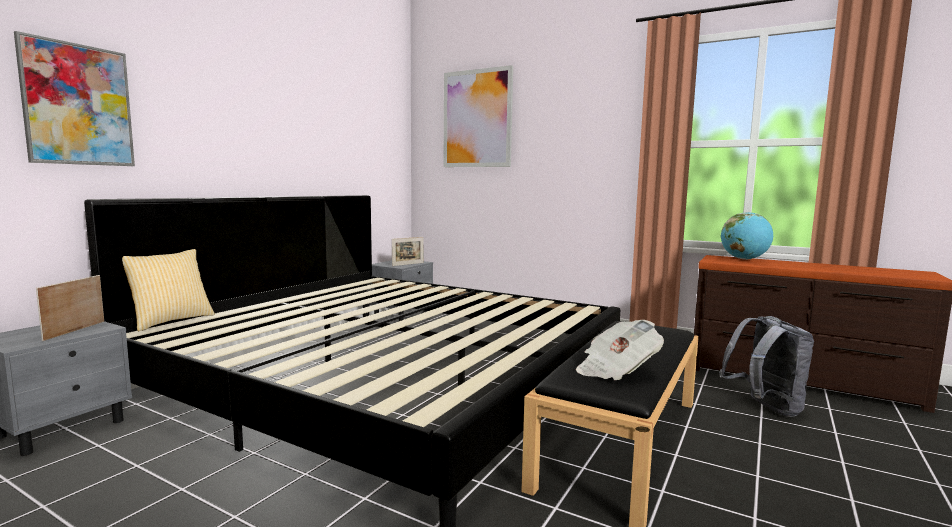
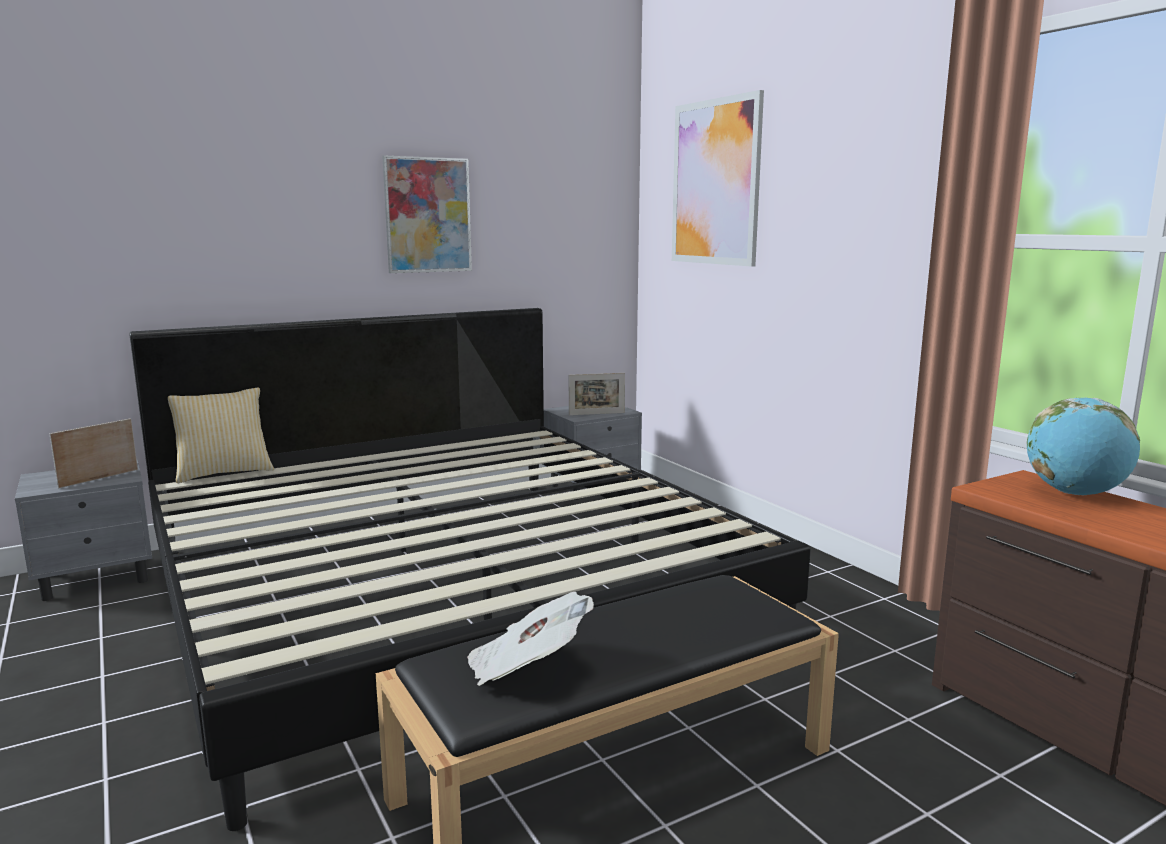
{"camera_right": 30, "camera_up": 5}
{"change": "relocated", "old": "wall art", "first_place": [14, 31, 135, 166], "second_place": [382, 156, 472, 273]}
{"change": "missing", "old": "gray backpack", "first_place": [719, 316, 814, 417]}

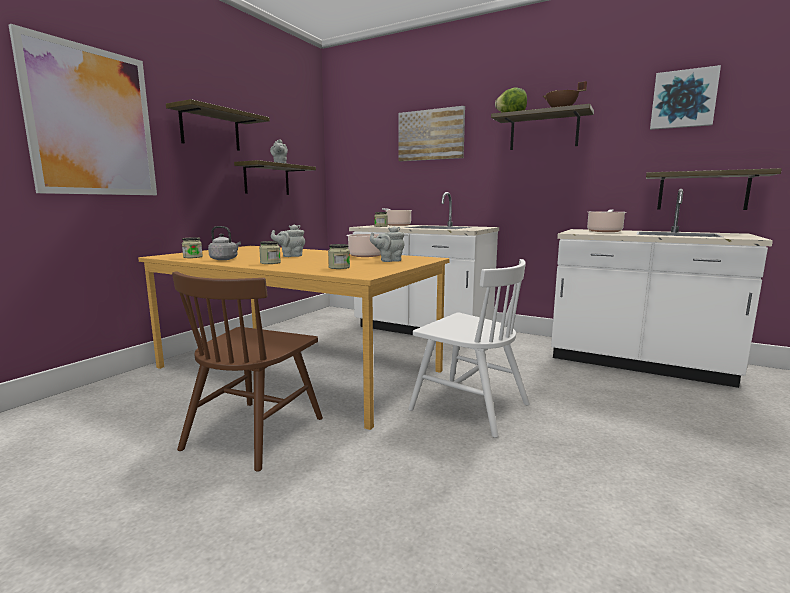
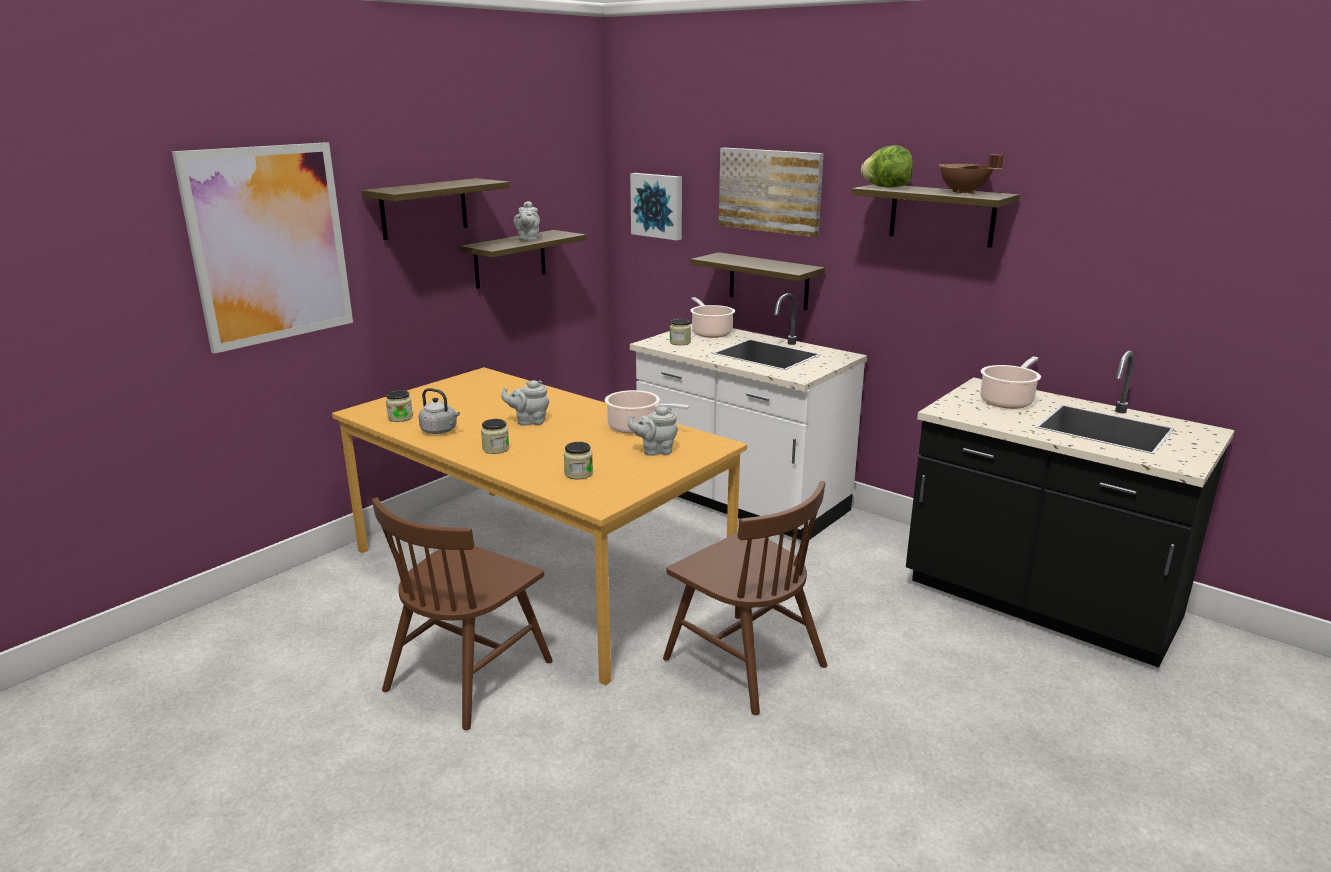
{"camera_right": 10, "camera_up": 10}
{"change": "relocated", "old": "wall art", "first_place": [650, 65, 721, 130], "second_place": [630, 173, 682, 240]}
{"change": "relocated", "old": "shelf", "first_place": [646, 168, 782, 210], "second_place": [690, 252, 825, 311]}
{"change": "colour", "old": "white-coloured kitchen counter", "new": "blackish kitchen counter", "first_place": [551, 189, 773, 388], "second_place": [906, 351, 1235, 668]}
{"change": "colour", "old": "white-coloured upright chair", "new": "brownish upright chair", "first_place": [408, 259, 530, 438], "second_place": [663, 481, 827, 715]}

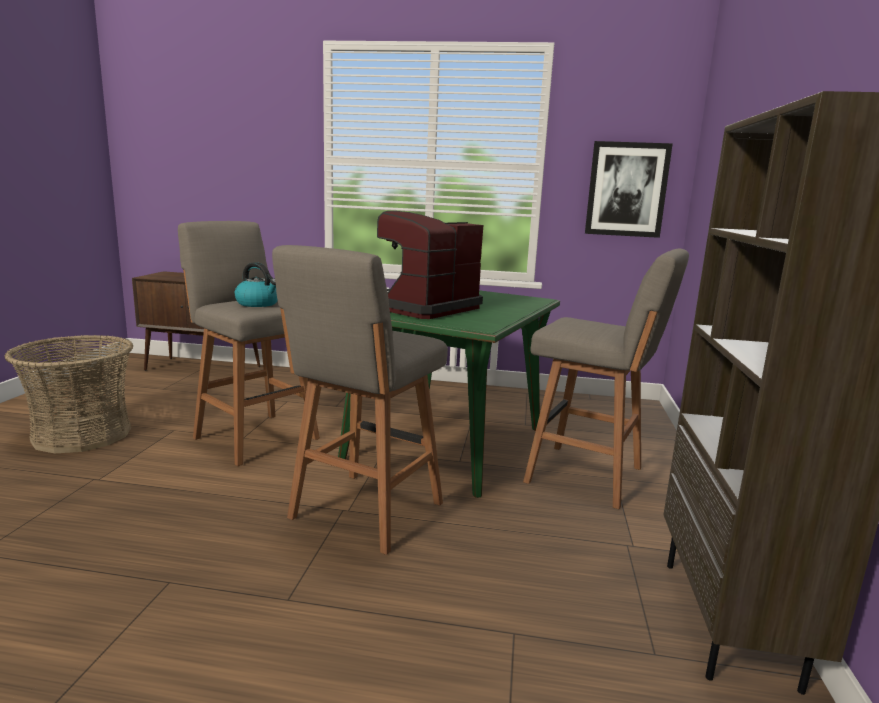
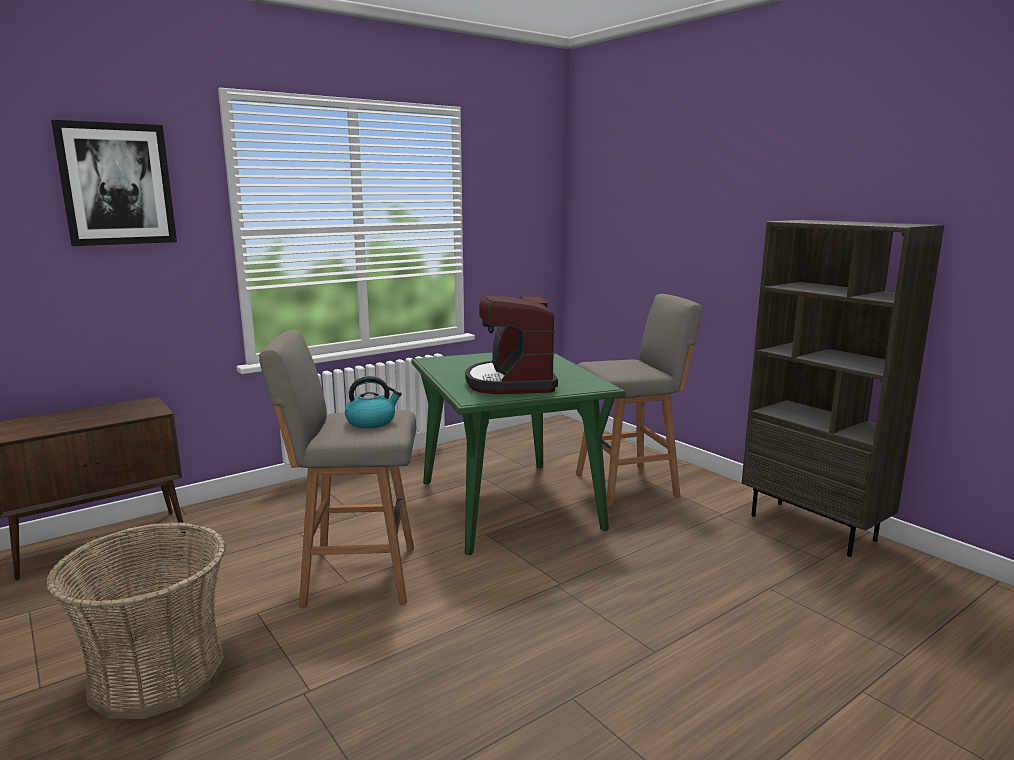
{"camera_right": -45, "camera_up": 0}
{"change": "relocated", "old": "wall art", "first_place": [585, 141, 673, 238], "second_place": [51, 120, 177, 246]}
{"change": "missing", "old": "gray sitting stool", "first_place": [272, 245, 448, 555]}

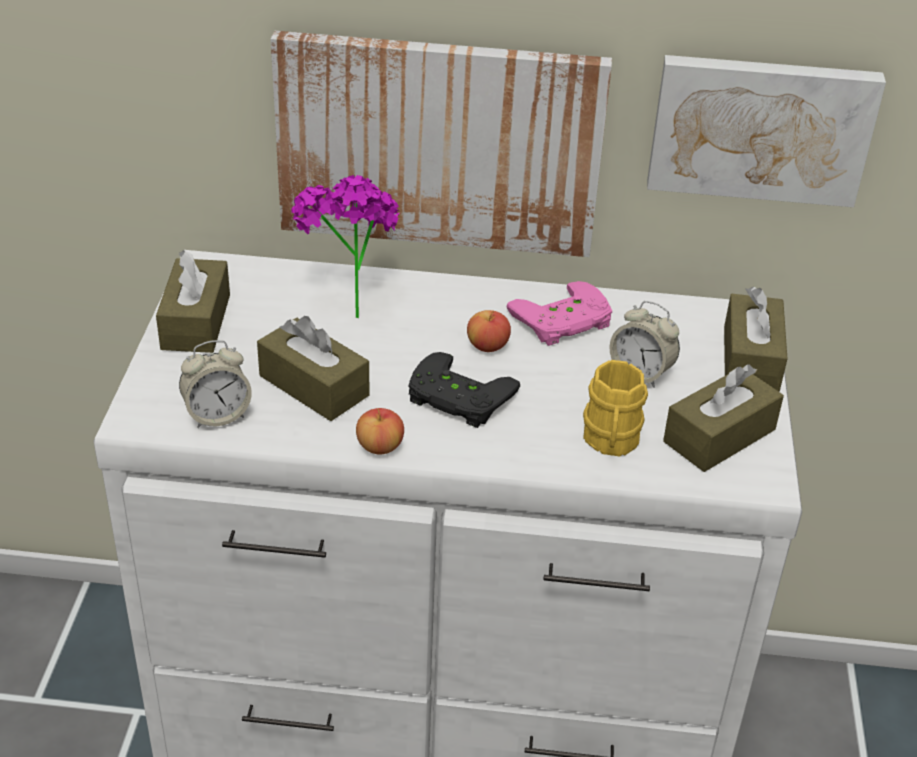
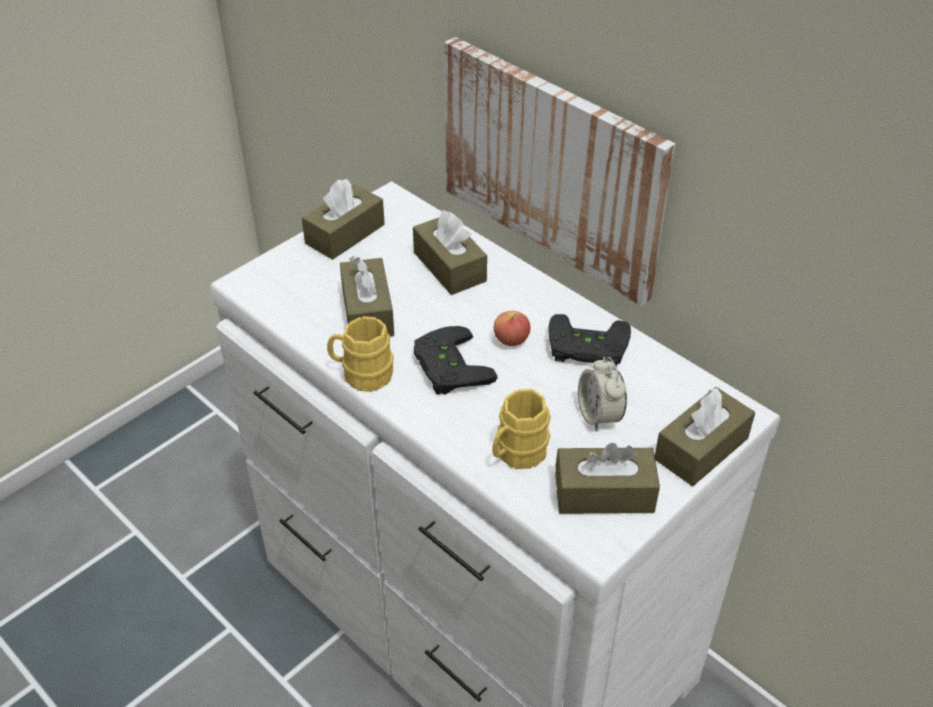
{"camera_right": 40, "camera_up": 5}
{"change": "missing", "old": "wall art", "first_place": [647, 55, 886, 207]}
{"change": "exchanged", "old": "potted plant", "new": "brownish box of tissues", "first_place": [291, 175, 400, 318], "second_place": [413, 210, 487, 295]}
{"change": "colour", "old": "pink-coloured joypad", "new": "blackish joypad", "first_place": [506, 281, 612, 346], "second_place": [548, 314, 631, 368]}
{"change": "missing", "old": "table clock", "first_place": [179, 340, 252, 428]}
{"change": "exchanged", "old": "whole apple", "new": "yellowish tea mug", "first_place": [356, 408, 404, 454], "second_place": [327, 316, 394, 392]}

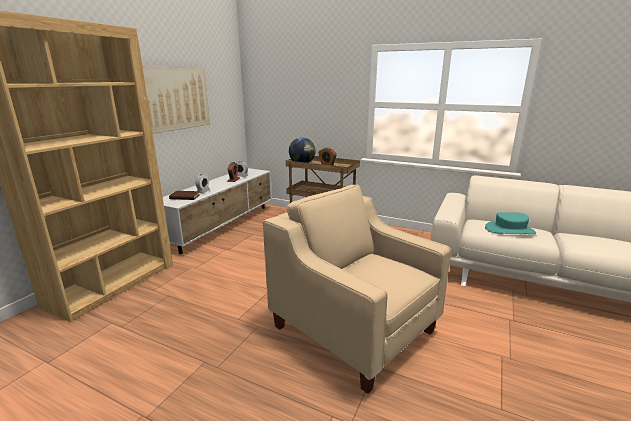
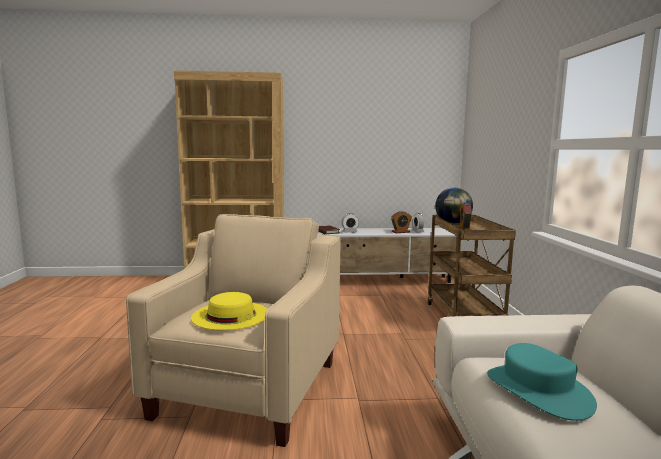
{"camera_right": 60, "camera_up": -10}
{"change": "missing", "old": "wall art", "first_place": [142, 66, 210, 134]}
{"change": "appeared", "new": "yellowish clothing hat", "second_place": [191, 292, 268, 330]}

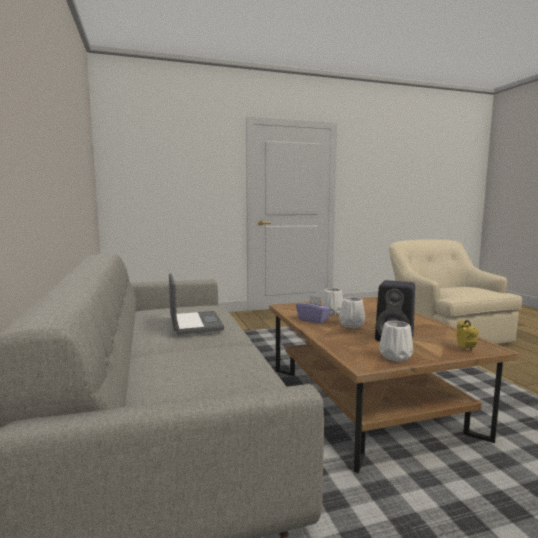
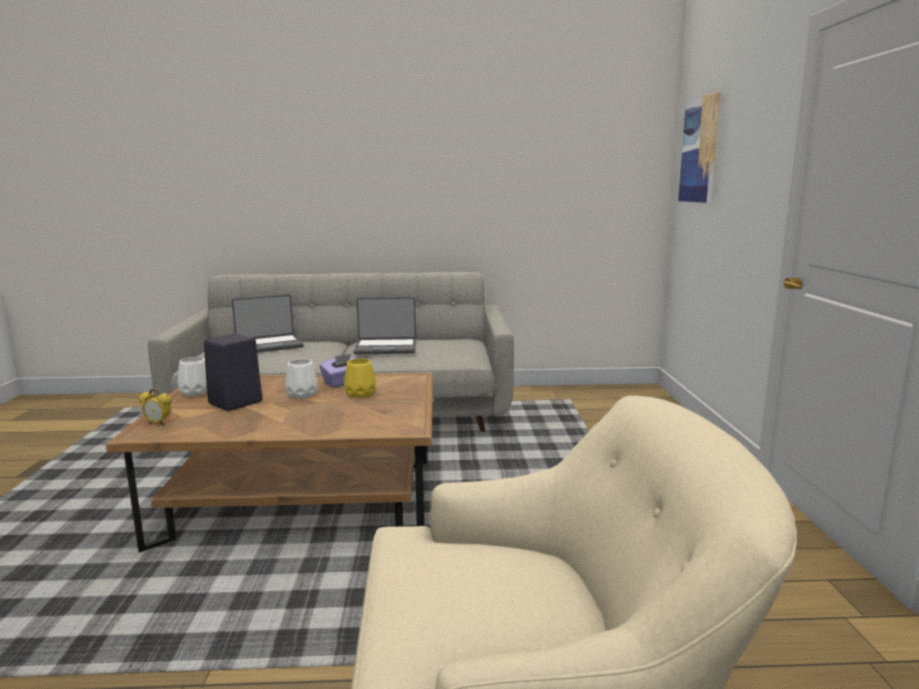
{"camera_right": 105, "camera_up": 5}
{"change": "colour", "old": "white-coloured decorative vase", "new": "yellowish decorative vase", "first_place": [321, 288, 343, 316], "second_place": [344, 359, 376, 398]}
{"change": "appeared", "new": "wall art", "second_place": [678, 91, 721, 203]}
{"change": "appeared", "new": "notebook computer", "second_place": [232, 294, 304, 353]}

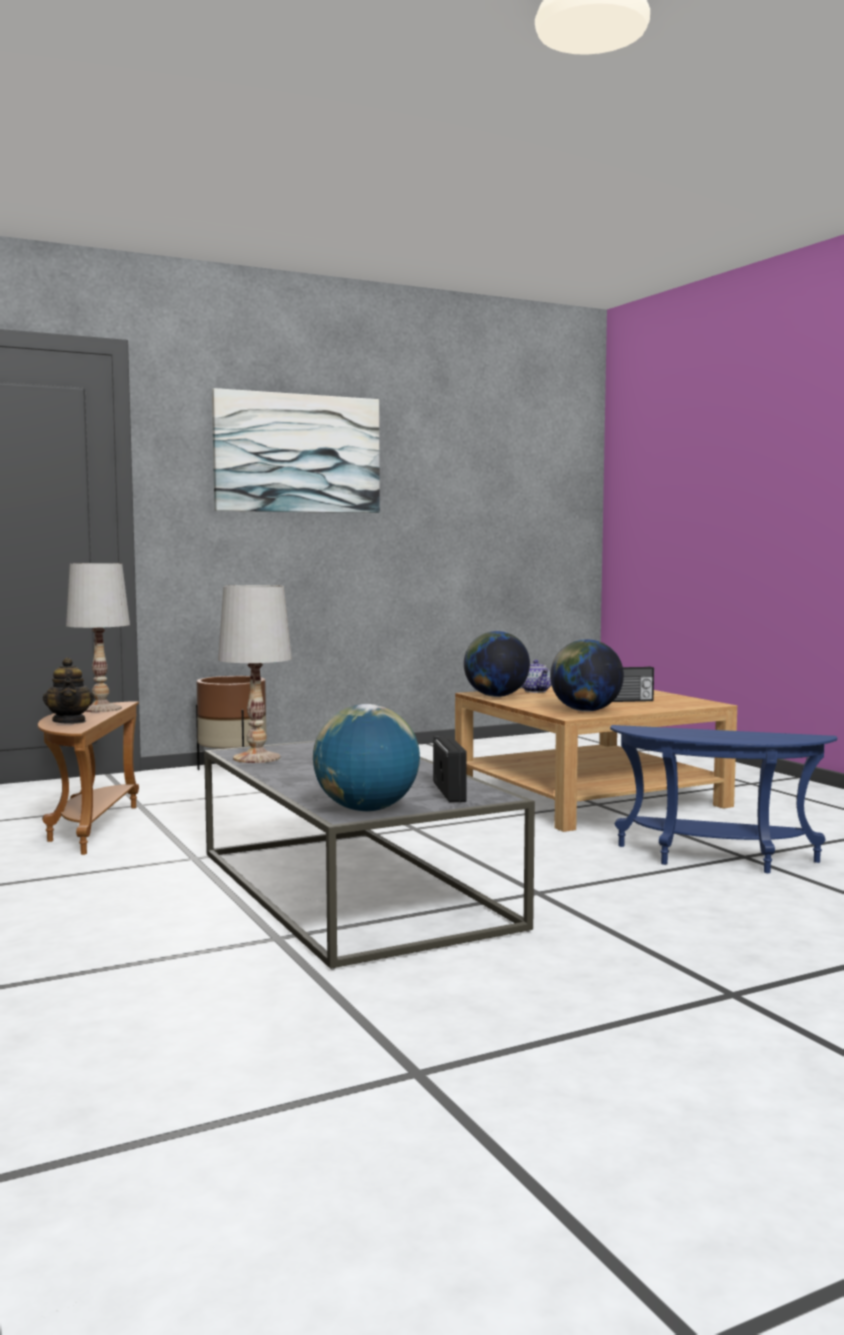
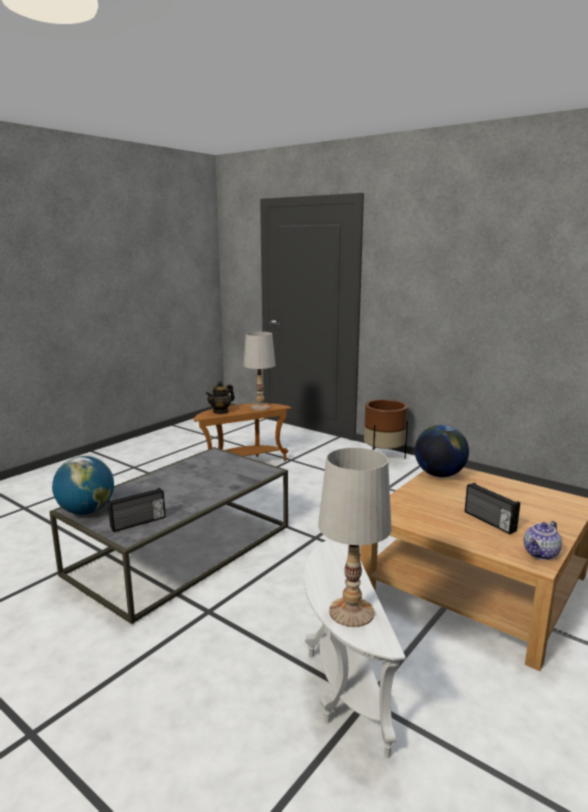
{"camera_right": 65, "camera_up": 10}
{"change": "missing", "old": "wall art", "first_place": [212, 388, 380, 513]}
{"change": "relocated", "old": "white-coloured lamp for a table", "first_place": [218, 585, 292, 763], "second_place": [318, 447, 391, 627]}
{"change": "missing", "old": "world globe", "first_place": [550, 639, 624, 712]}
{"change": "relocated", "old": "tea pot", "first_place": [521, 660, 551, 693], "second_place": [524, 521, 562, 560]}
{"change": "colour", "old": "blue side table", "new": "white-coloured side table", "first_place": [610, 725, 837, 873], "second_place": [304, 539, 406, 758]}

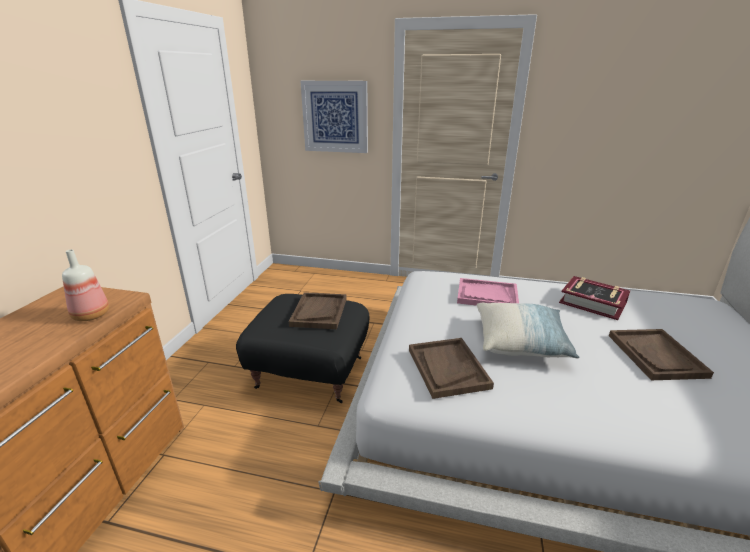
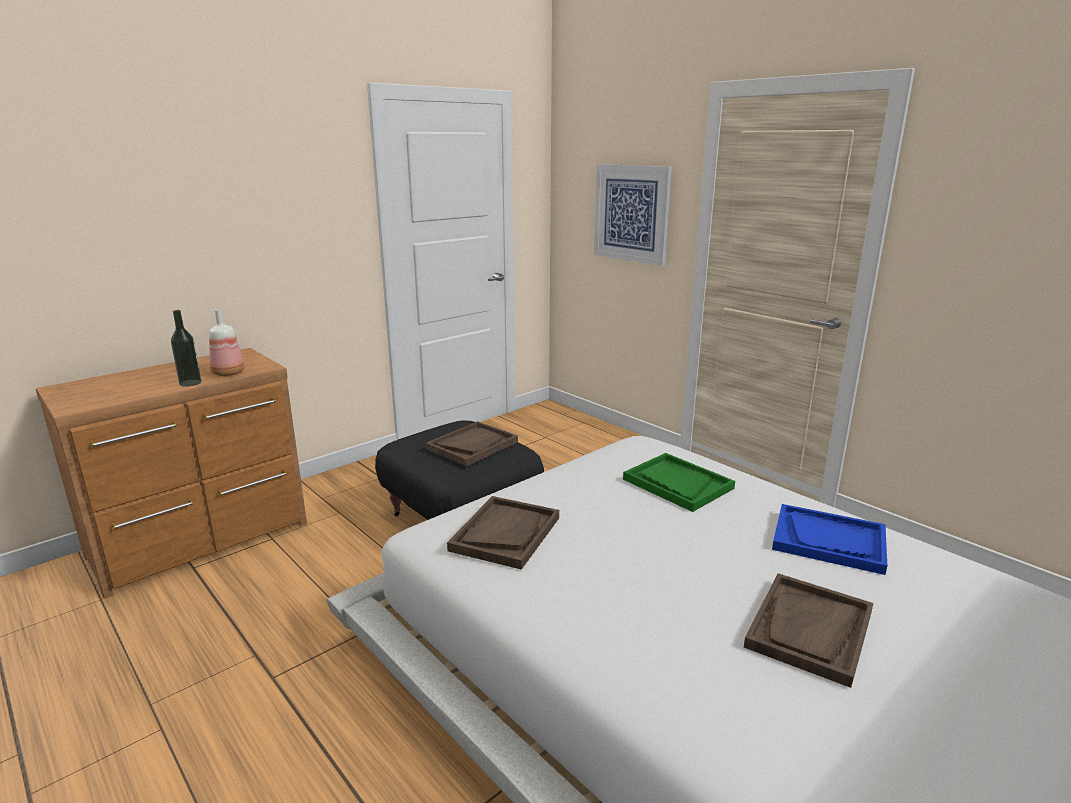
{"camera_right": 35, "camera_up": -5}
{"change": "exchanged", "old": "bound book", "new": "blue carrying tray", "first_place": [559, 276, 630, 320], "second_place": [772, 504, 887, 575]}
{"change": "colour", "old": "pink-coloured carrying tray", "new": "green carrying tray", "first_place": [457, 278, 519, 306], "second_place": [623, 453, 735, 512]}
{"change": "missing", "old": "throw pillow", "first_place": [477, 303, 580, 358]}
{"change": "appeared", "new": "bottle", "second_place": [171, 310, 202, 387]}

